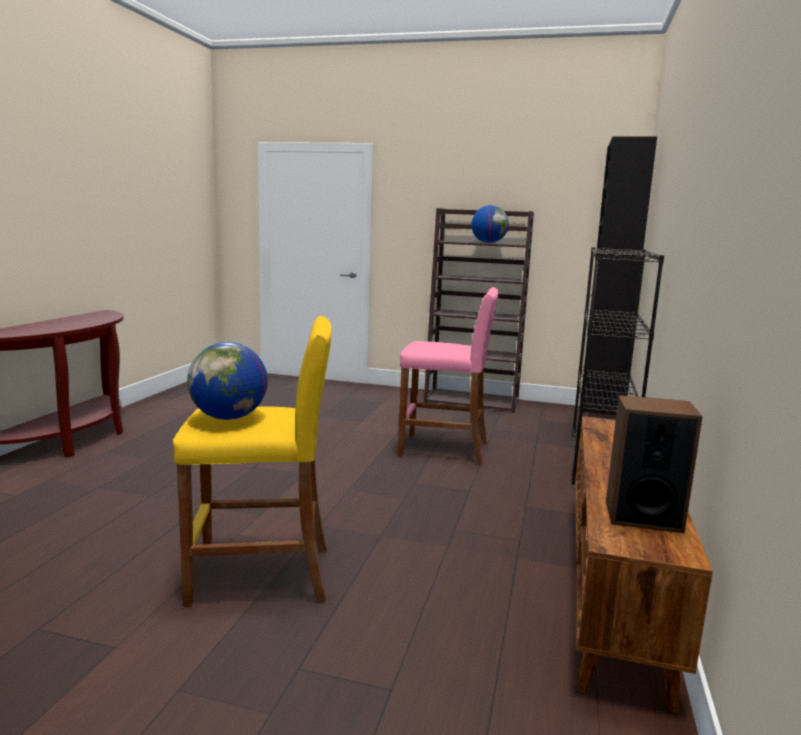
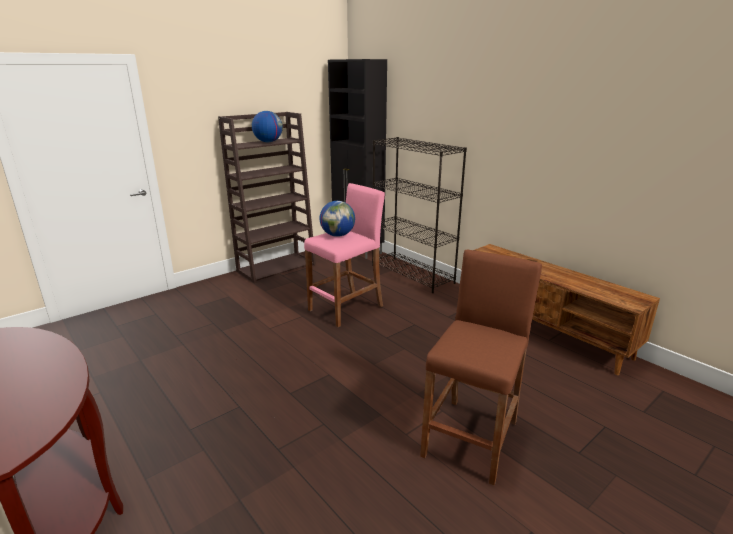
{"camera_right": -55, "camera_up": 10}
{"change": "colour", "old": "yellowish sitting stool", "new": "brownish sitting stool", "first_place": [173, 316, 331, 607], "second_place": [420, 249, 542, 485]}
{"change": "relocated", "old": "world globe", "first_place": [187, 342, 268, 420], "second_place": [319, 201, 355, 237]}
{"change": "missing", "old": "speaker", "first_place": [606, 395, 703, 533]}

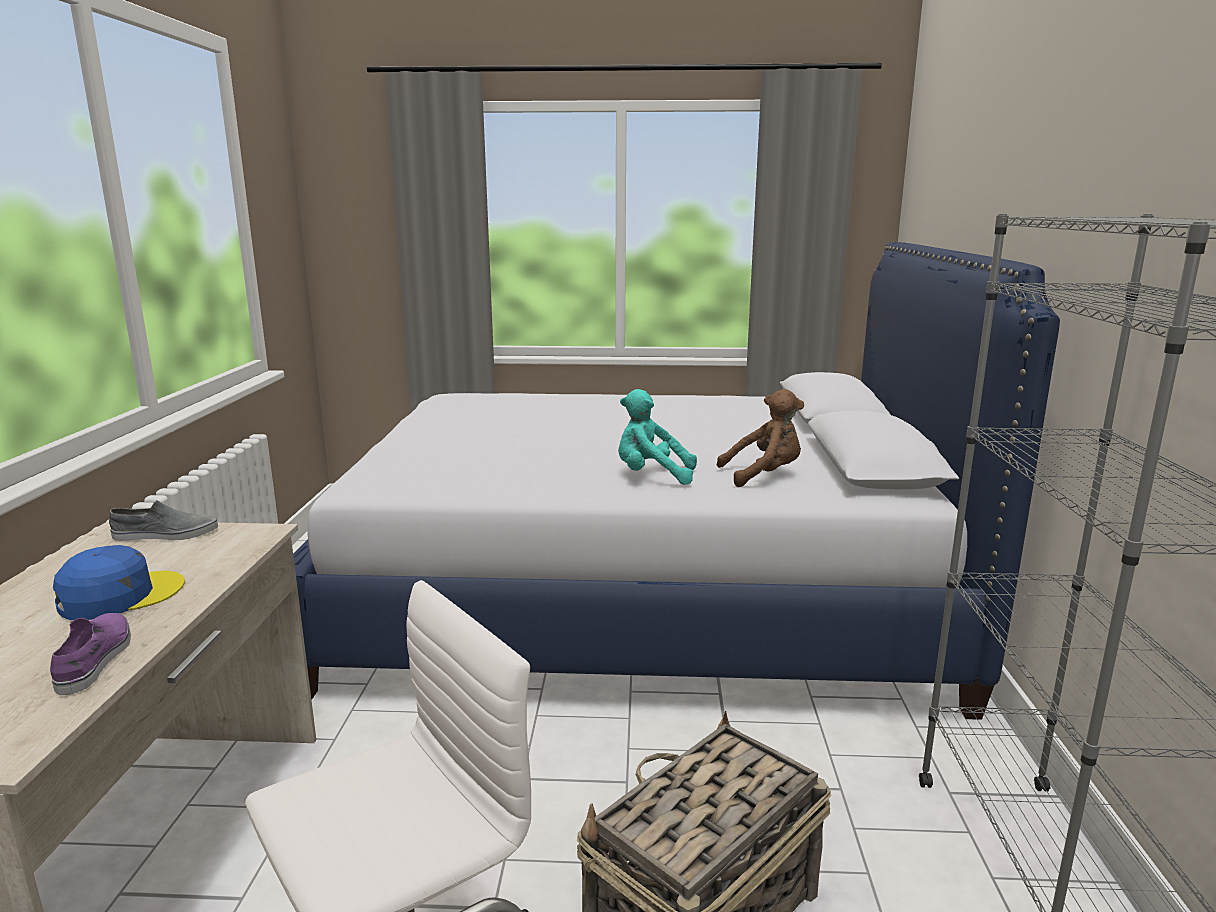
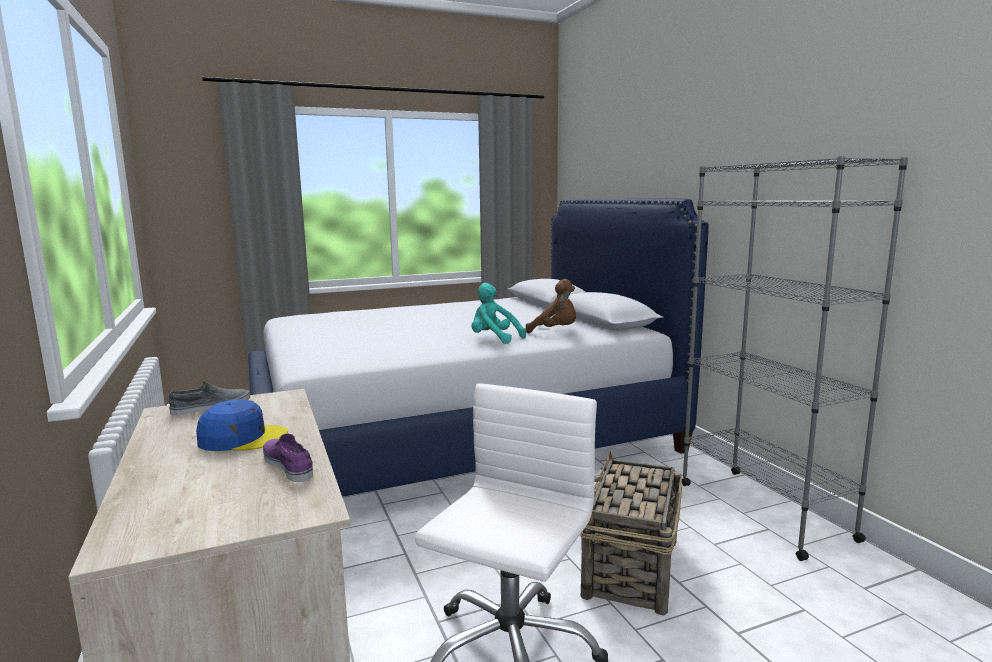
{"camera_right": -25, "camera_up": -5}
{"change": "spun", "old": "turquoise-coloured plush toy", "first_place": [618, 389, 697, 485], "second_place": [471, 283, 526, 344], "degrees": 45}
{"change": "spun", "old": "brownish plush toy", "first_place": [717, 389, 804, 487], "second_place": [526, 279, 576, 333], "degrees": 60}
{"change": "spun", "old": "blue baseball cap", "first_place": [53, 545, 185, 620], "second_place": [196, 399, 288, 451], "degrees": 60}

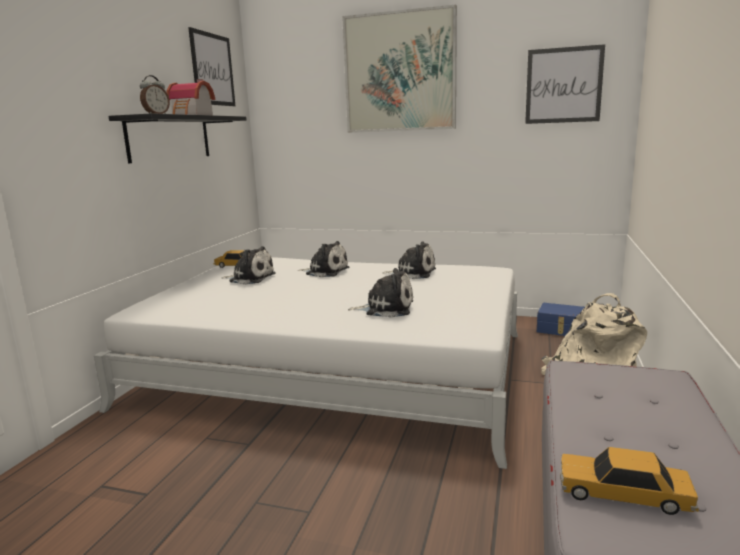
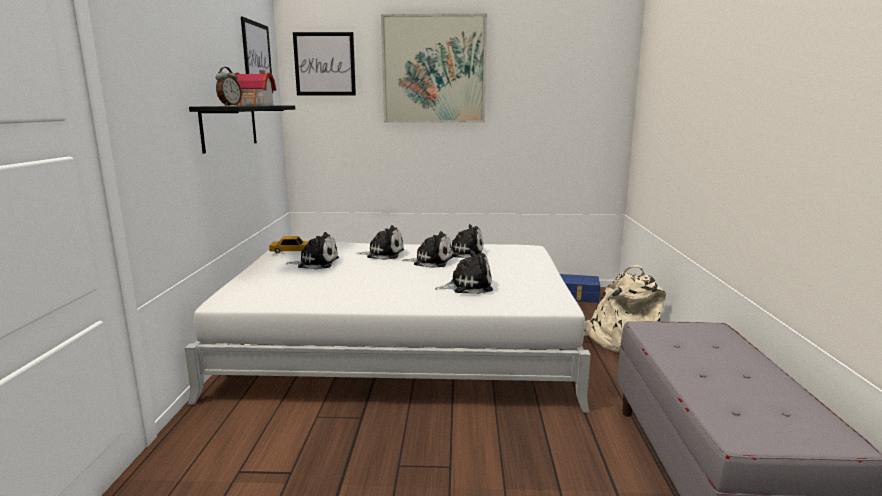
{"camera_right": -15, "camera_up": 0}
{"change": "relocated", "old": "wall art", "first_place": [525, 44, 605, 124], "second_place": [293, 32, 356, 95]}
{"change": "missing", "old": "miniature car", "first_place": [560, 447, 699, 515]}
{"change": "appeared", "new": "plush toy", "second_place": [402, 231, 453, 268]}

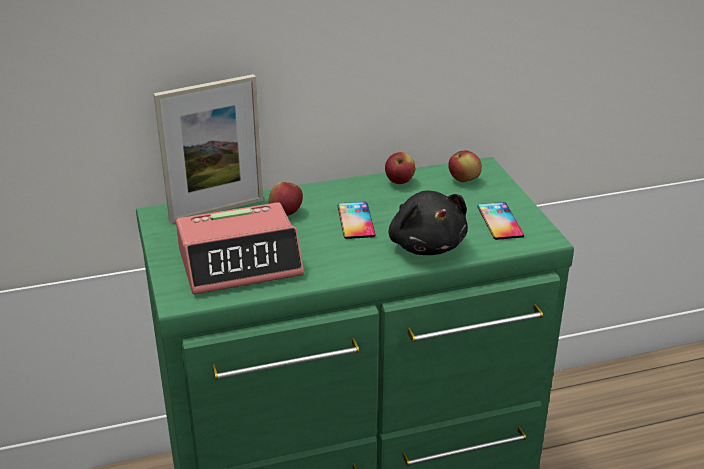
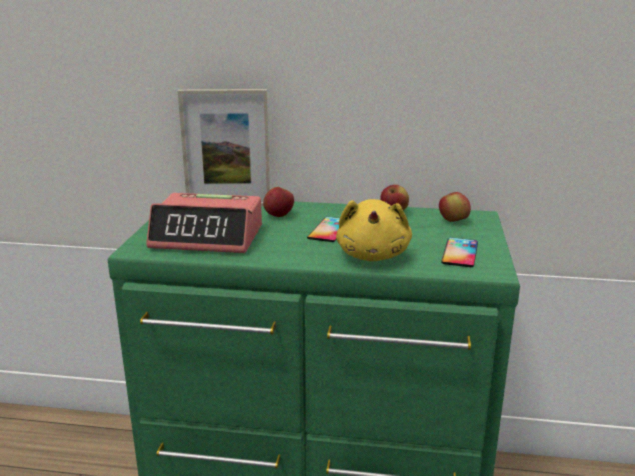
{"camera_right": 25, "camera_up": -10}
{"change": "colour", "old": "blackish plush toy", "new": "yellowish plush toy", "first_place": [389, 191, 468, 255], "second_place": [336, 199, 412, 261]}

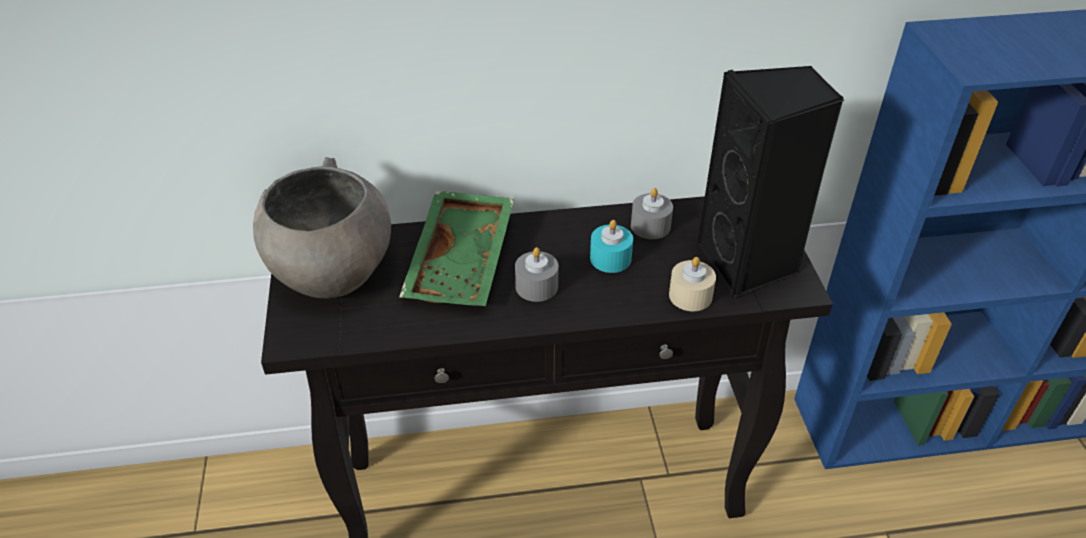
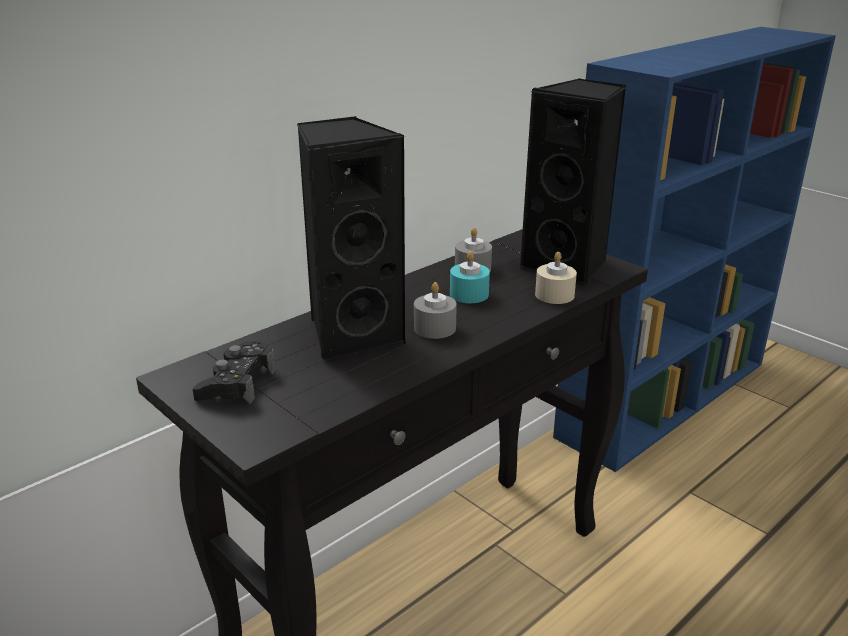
{"camera_right": -35, "camera_up": -15}
{"change": "exchanged", "old": "gray serving bowl", "new": "blackish joypad", "first_place": [253, 157, 391, 298], "second_place": [192, 341, 276, 404]}
{"change": "exchanged", "old": "green carrying tray", "new": "blackish speaker", "first_place": [399, 191, 514, 306], "second_place": [297, 116, 407, 361]}

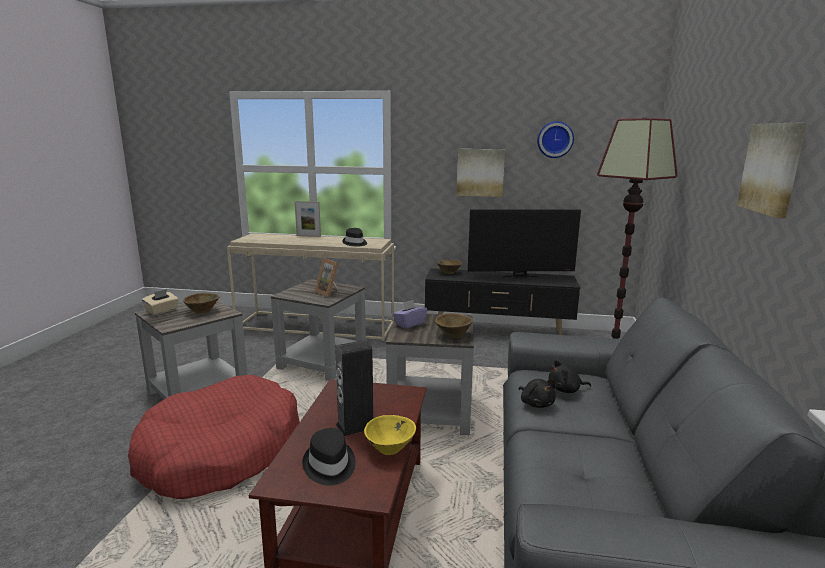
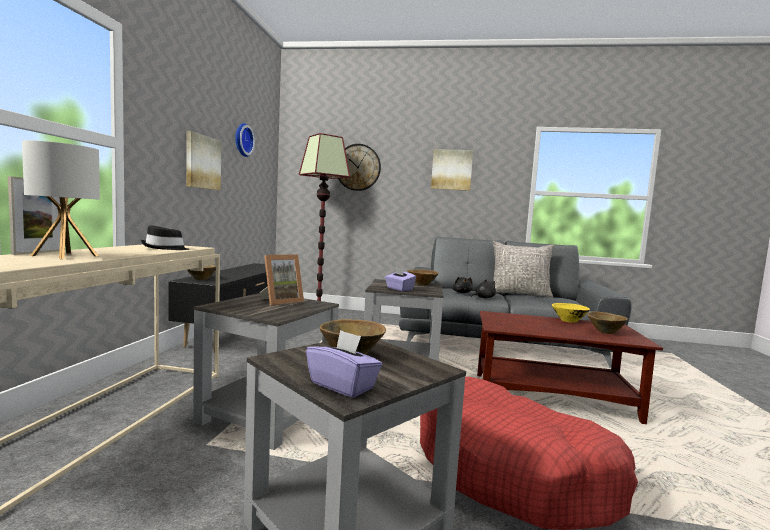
{"camera_right": -90, "camera_up": -10}
{"change": "missing", "old": "TV set", "first_place": [468, 209, 581, 278]}
{"change": "colour", "old": "beige-coloured box of tissues", "new": "purple box of tissues", "first_place": [142, 289, 179, 315], "second_place": [306, 330, 383, 398]}
{"change": "missing", "old": "speaker", "first_place": [335, 340, 374, 436]}
{"change": "exchanged", "old": "blackish clothing hat", "new": "brownish serving bowl", "first_place": [302, 428, 356, 486], "second_place": [587, 312, 628, 334]}
{"change": "appeared", "new": "lamp for a table", "second_place": [22, 140, 100, 259]}
{"change": "appeared", "new": "clock on the wall", "second_place": [338, 144, 381, 191]}
{"change": "appeared", "new": "gray throw pillow", "second_place": [492, 241, 554, 297]}

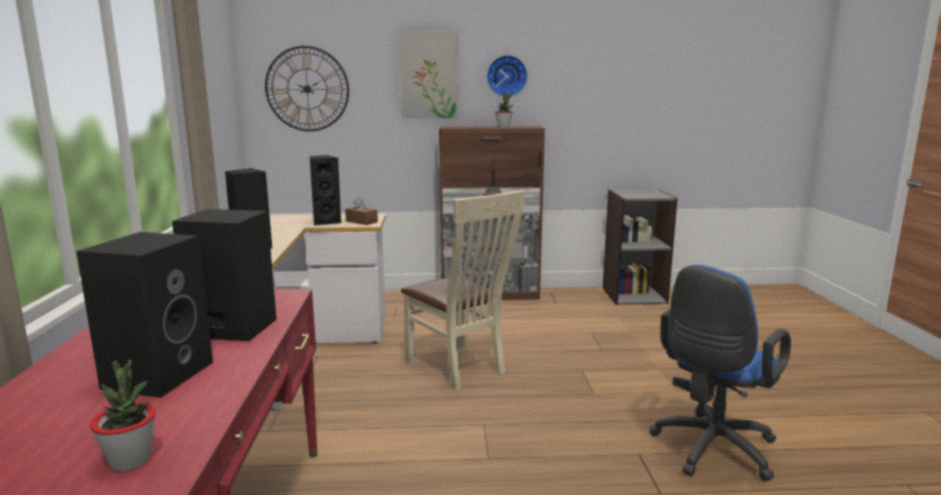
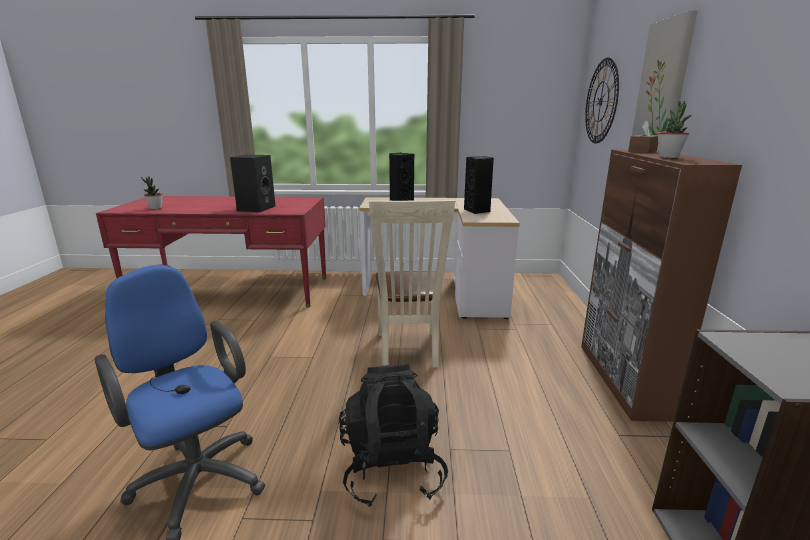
{"camera_right": 95, "camera_up": 5}
{"change": "missing", "old": "clock on the wall", "first_place": [487, 55, 528, 97]}
{"change": "spun", "old": "beige-coloured upright chair", "first_place": [401, 190, 526, 390], "second_place": [369, 200, 455, 368], "degrees": -60}
{"change": "relocated", "old": "brownish box of tissues", "first_place": [345, 197, 378, 225], "second_place": [628, 121, 658, 153]}
{"change": "missing", "old": "blackish speaker", "first_place": [76, 232, 213, 398]}
{"change": "appeared", "new": "blackish backpack", "second_place": [339, 364, 448, 507]}

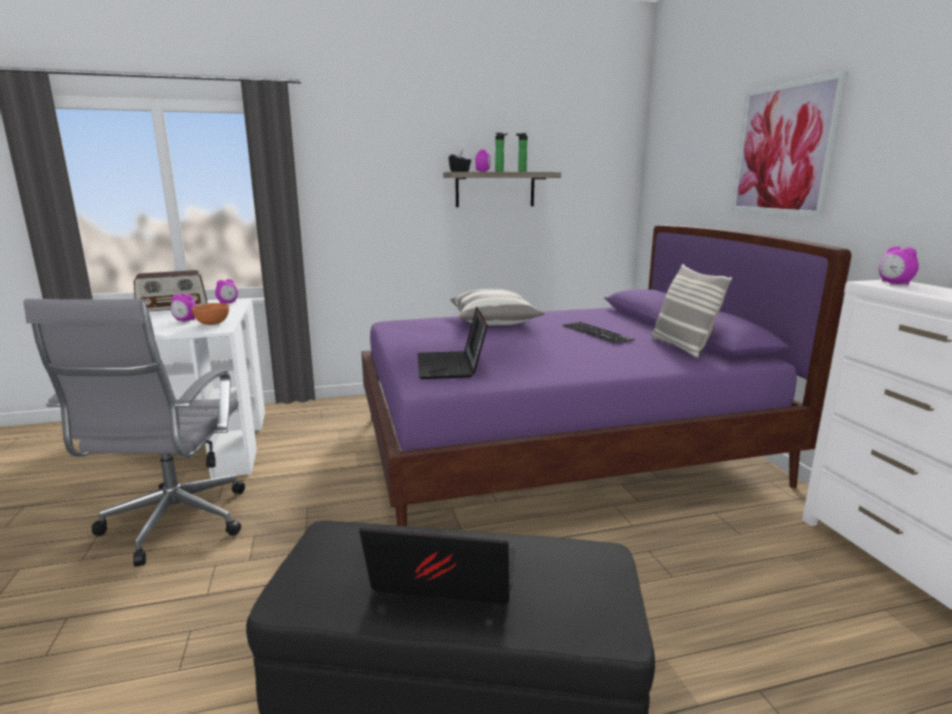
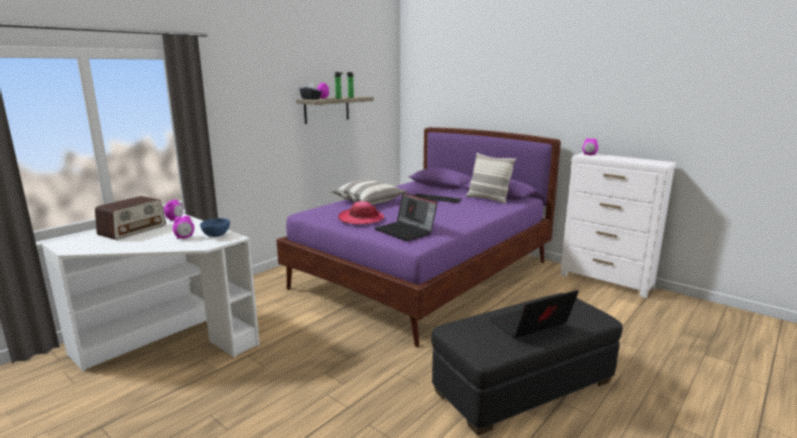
{"camera_right": -35, "camera_up": 0}
{"change": "missing", "old": "wall art", "first_place": [731, 71, 848, 217]}
{"change": "missing", "old": "gray office chair", "first_place": [24, 299, 245, 567]}
{"change": "colour", "old": "orange-coloured serving bowl", "new": "blue serving bowl", "first_place": [192, 303, 229, 325], "second_place": [200, 218, 230, 237]}
{"change": "appeared", "new": "clothing hat", "second_place": [338, 201, 384, 224]}

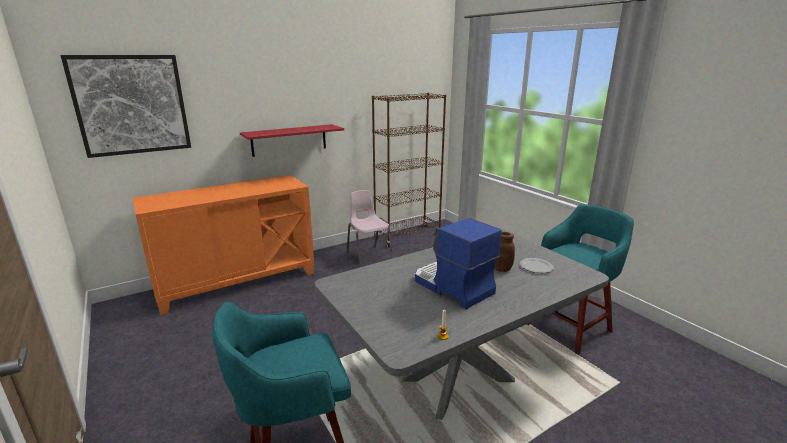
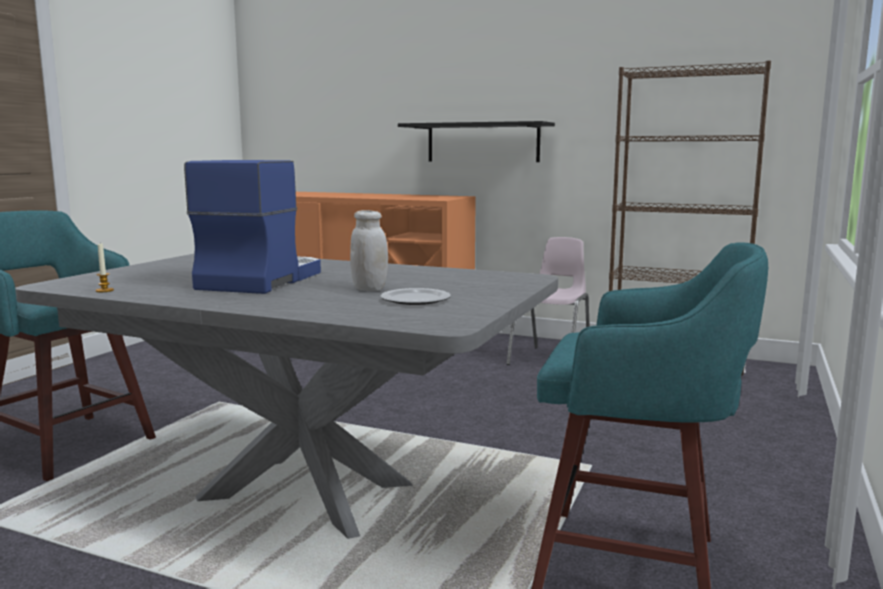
{"camera_right": 55, "camera_up": -10}
{"change": "missing", "old": "wall art", "first_place": [60, 55, 191, 158]}
{"change": "colour", "old": "red-coloured shelf", "new": "blackish shelf", "first_place": [240, 124, 344, 157], "second_place": [398, 121, 555, 162]}
{"change": "colour", "old": "brownish preserve jar", "new": "white-coloured preserve jar", "first_place": [494, 232, 515, 272], "second_place": [350, 210, 388, 291]}

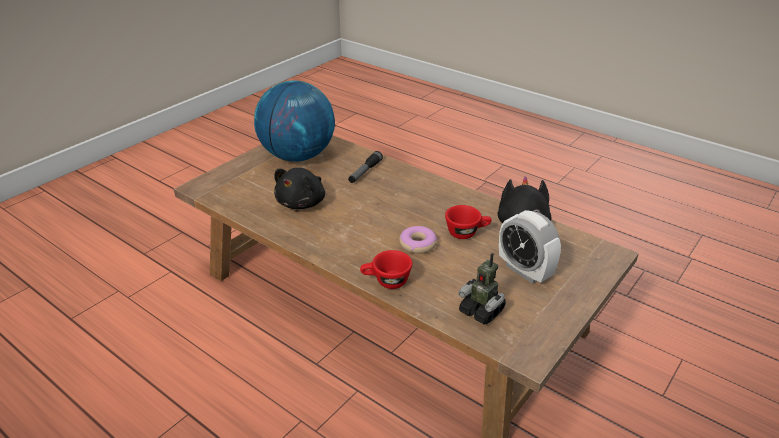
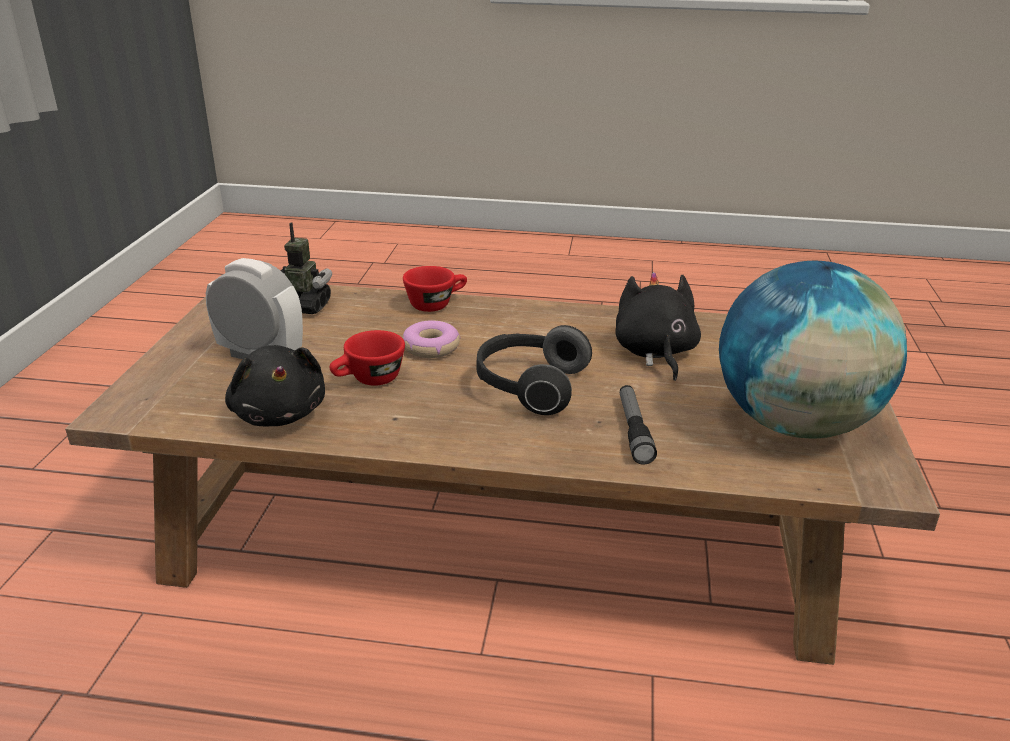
{"camera_right": 150, "camera_up": -5}
{"change": "appeared", "new": "headset", "second_place": [476, 325, 592, 415]}

